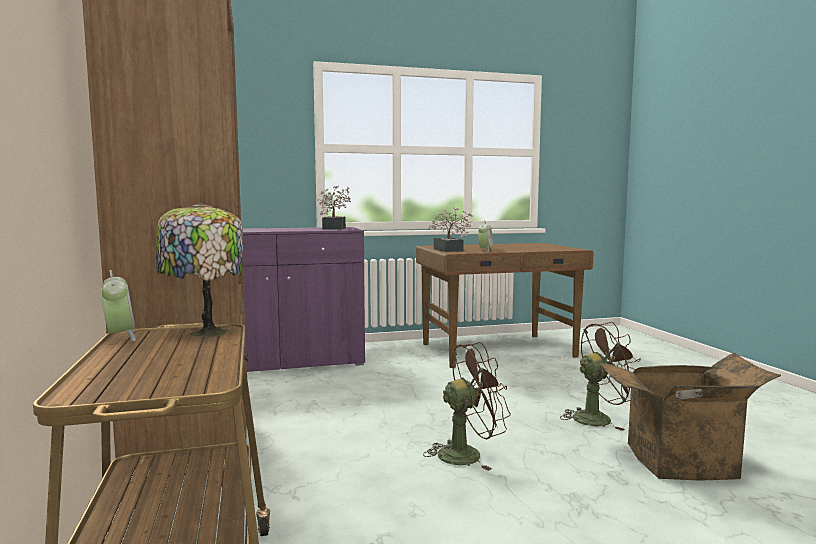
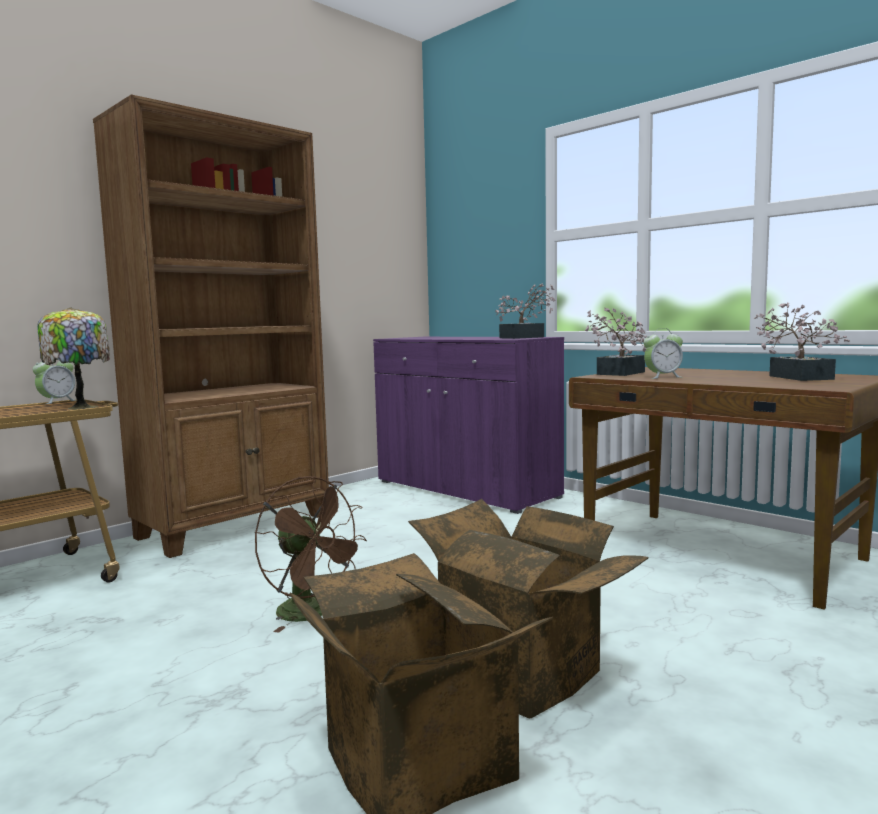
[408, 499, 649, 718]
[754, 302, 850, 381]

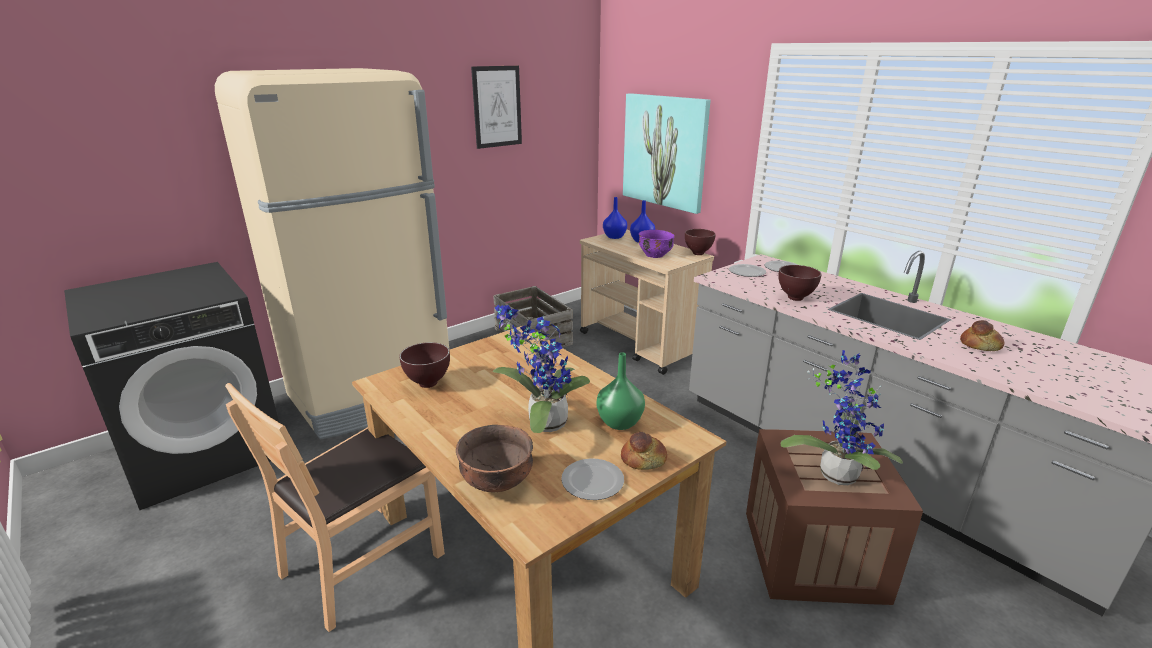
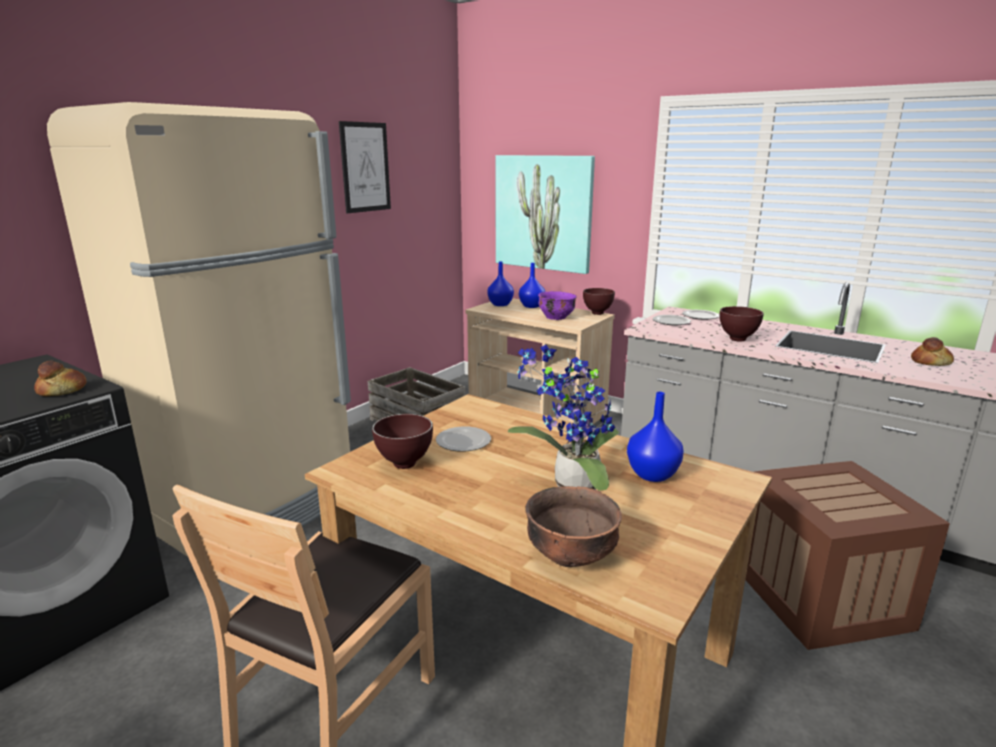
[34, 360, 87, 396]
[436, 426, 491, 452]
[627, 392, 684, 482]
[780, 350, 903, 485] (first image)

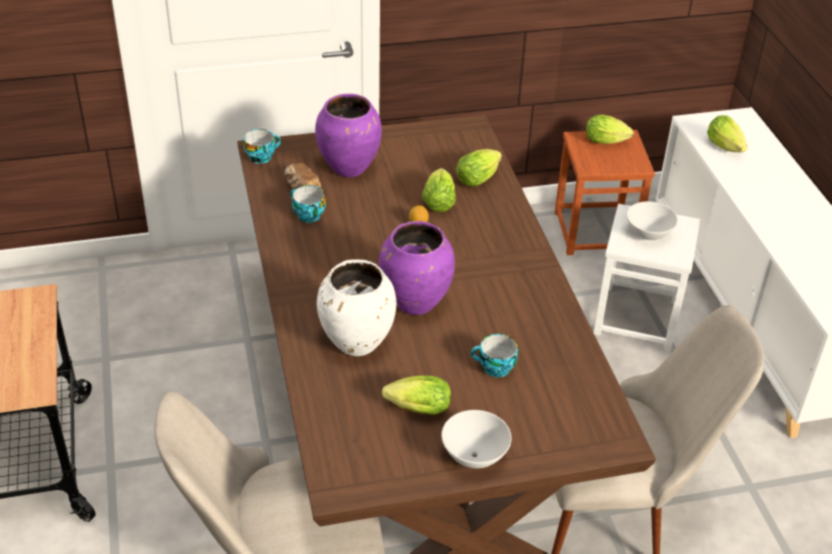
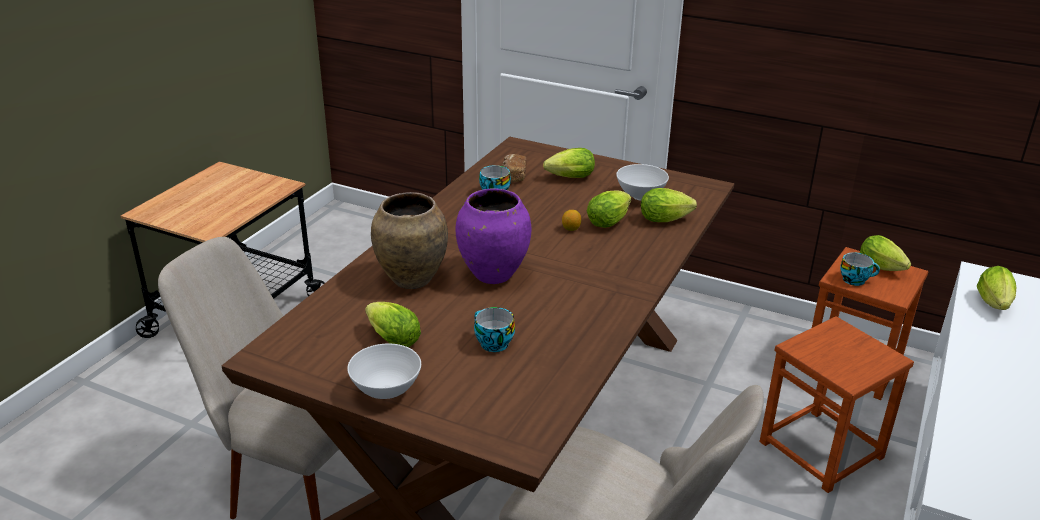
[371, 192, 448, 289]
[543, 148, 595, 178]
[616, 164, 669, 201]
[760, 316, 914, 493]
[840, 252, 880, 286]

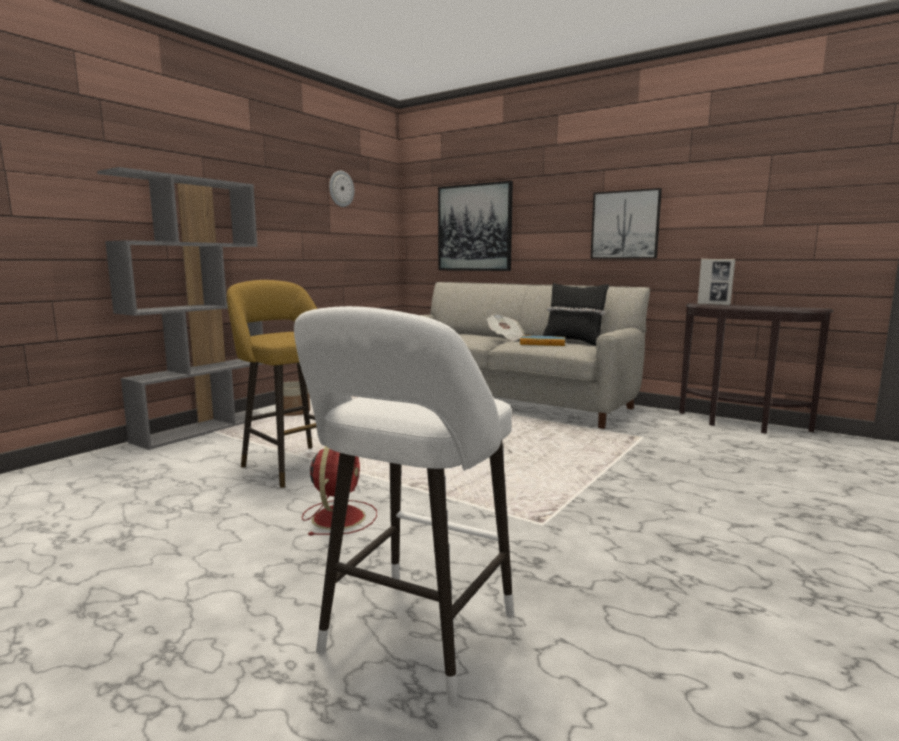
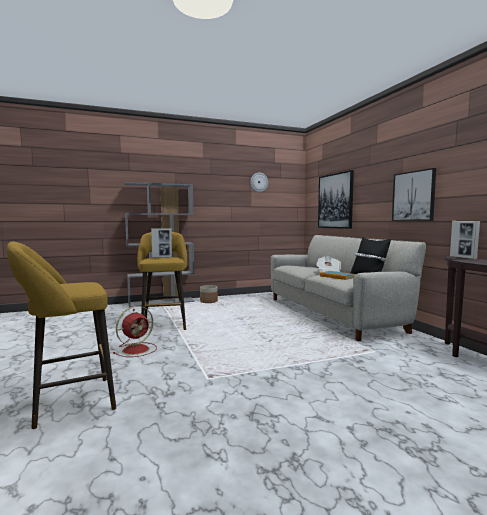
[7, 241, 116, 429]
[151, 228, 172, 258]

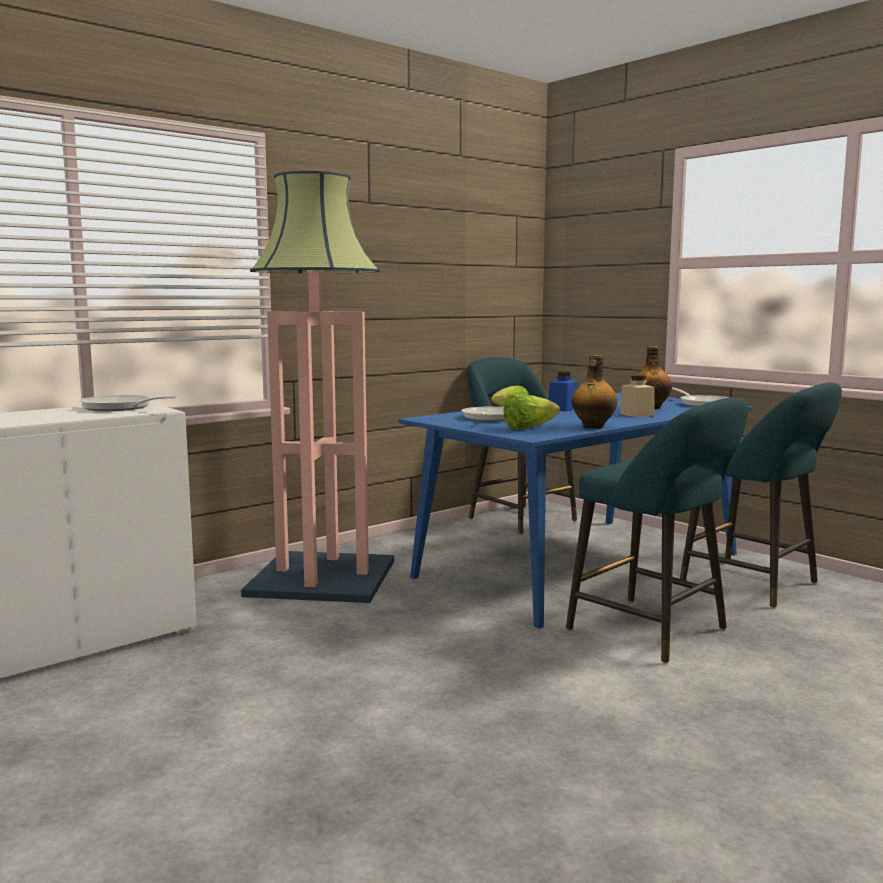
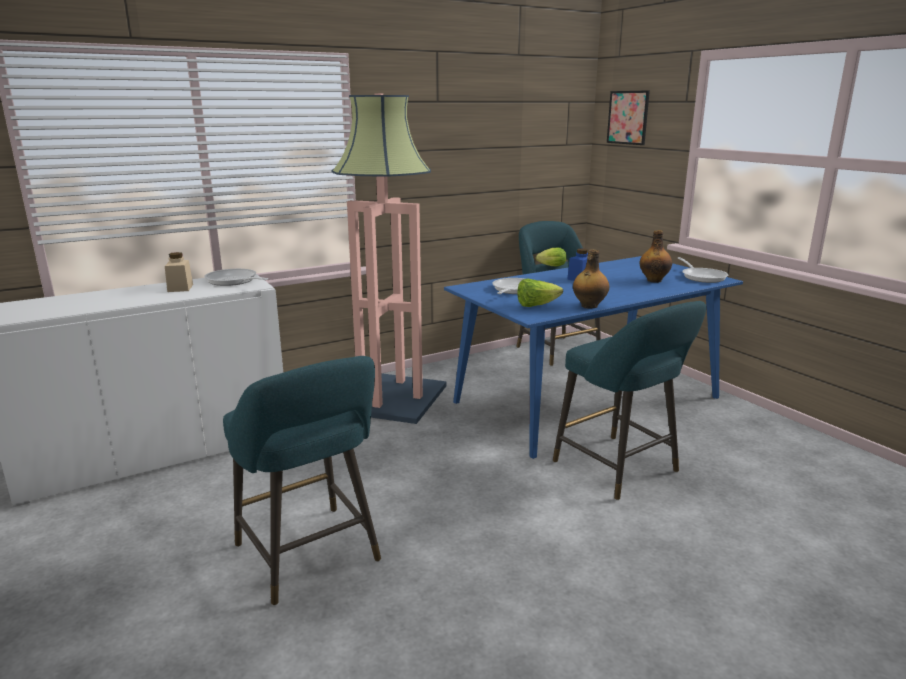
[165, 252, 193, 292]
[223, 356, 381, 606]
[607, 90, 650, 145]

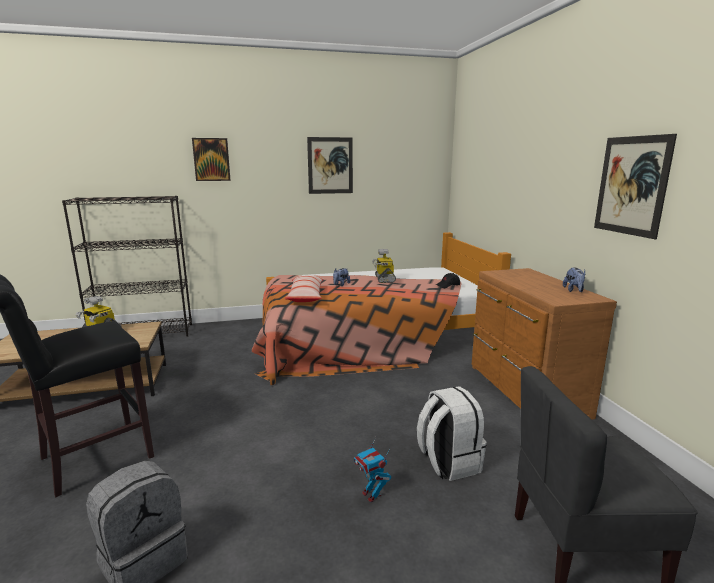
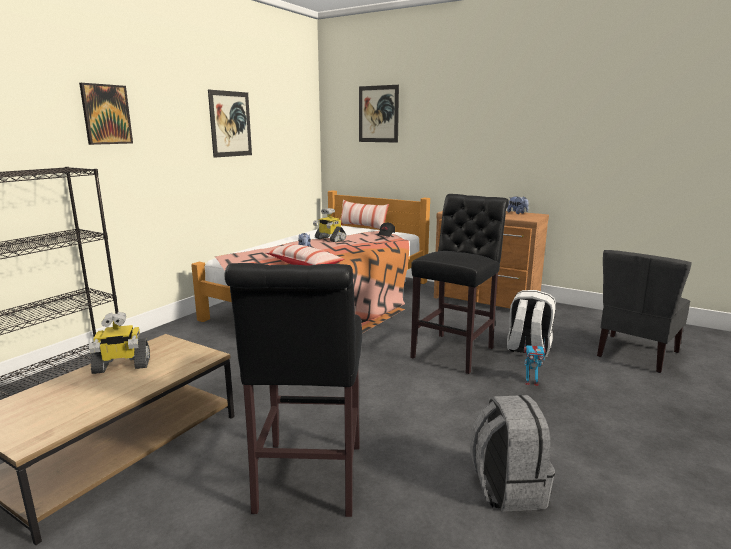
[340, 200, 389, 229]
[359, 85, 399, 143]
[410, 194, 509, 374]

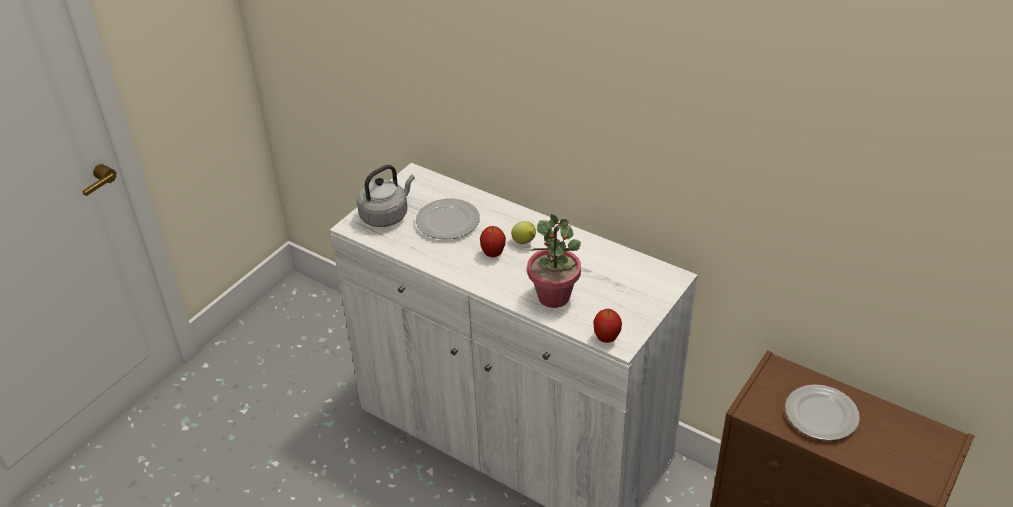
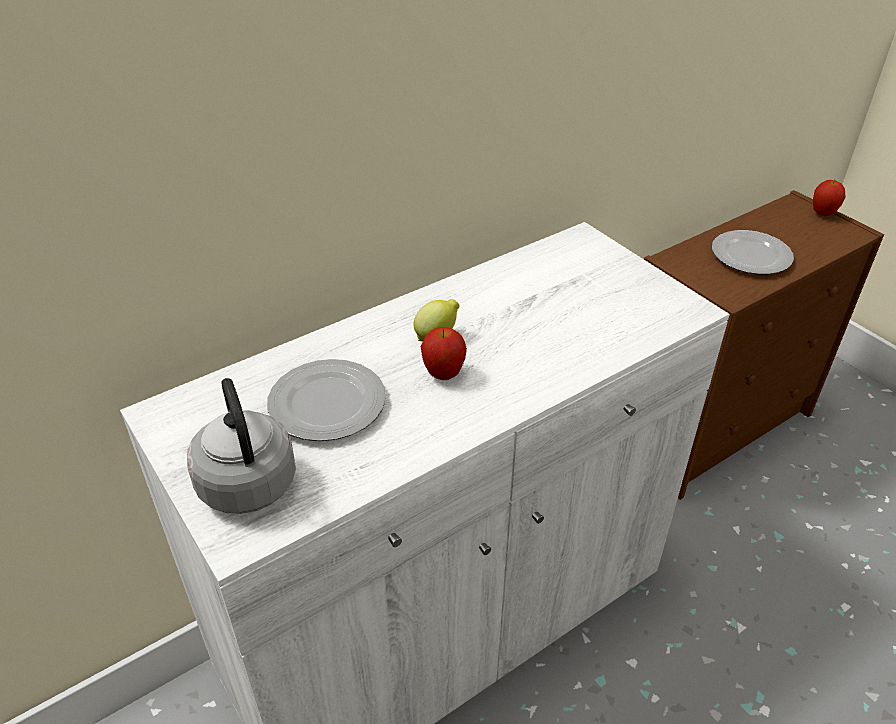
[813, 179, 846, 216]
[527, 214, 581, 308] (first image)

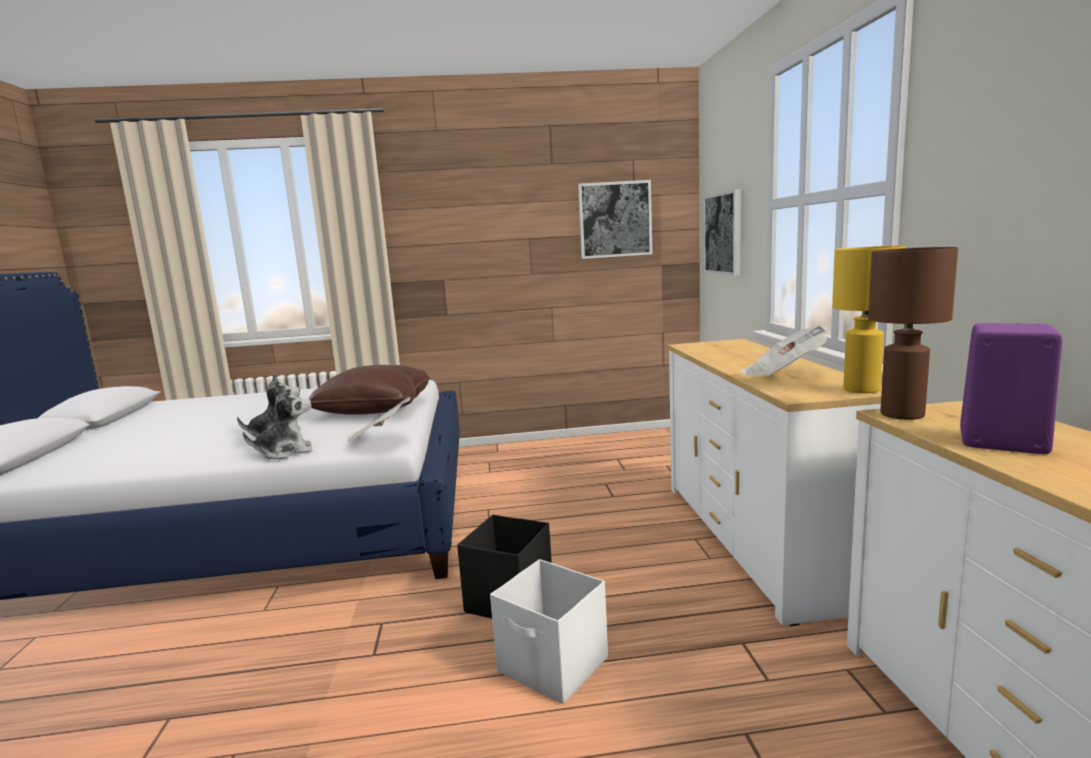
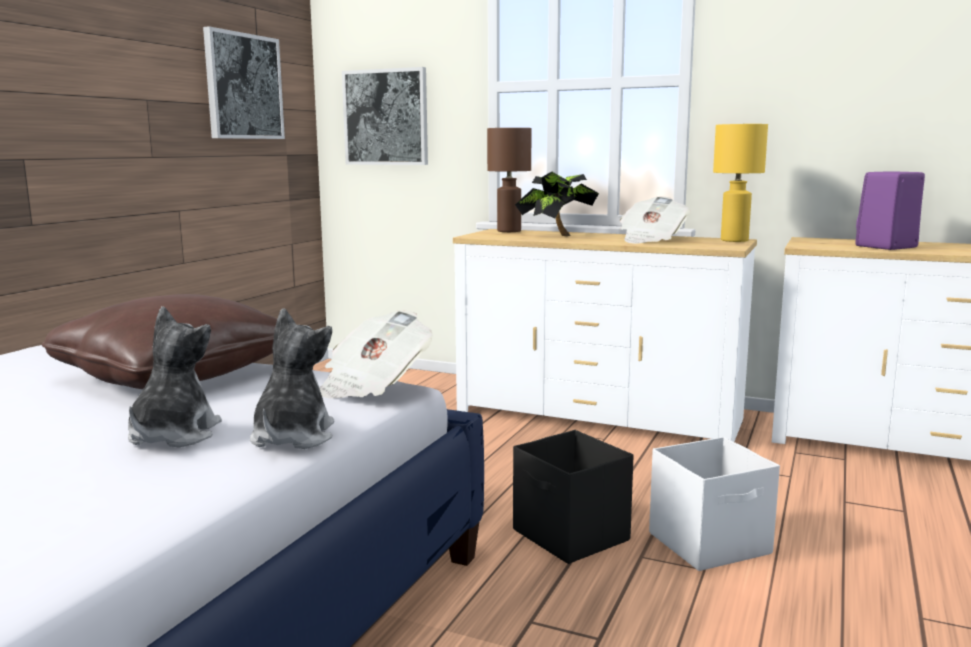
[487, 128, 532, 232]
[515, 172, 599, 236]

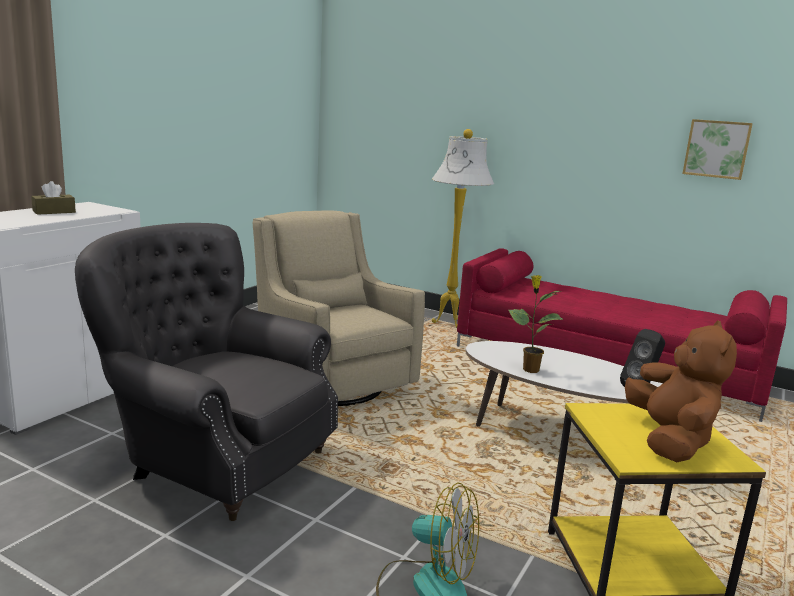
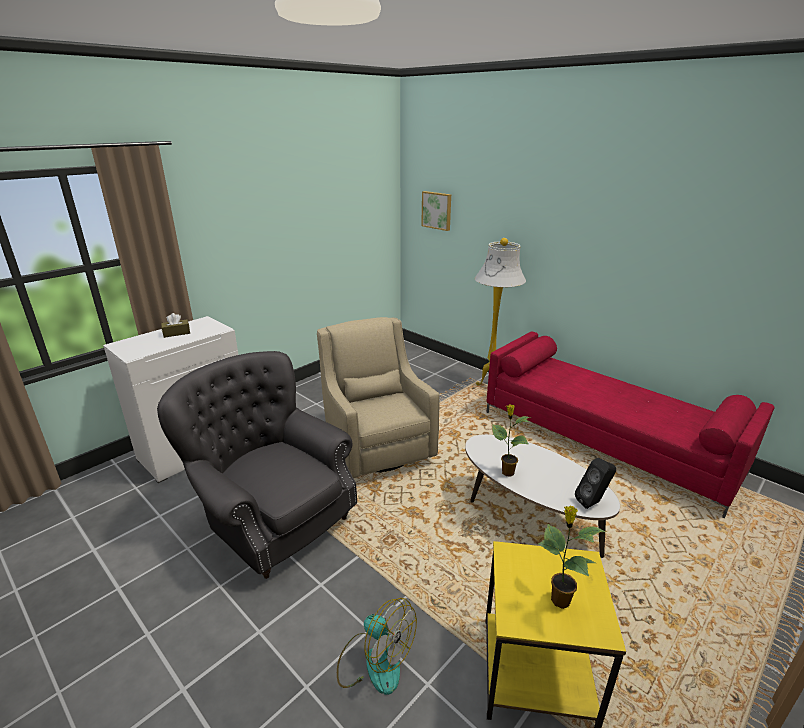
[421, 191, 451, 231]
[538, 506, 606, 609]

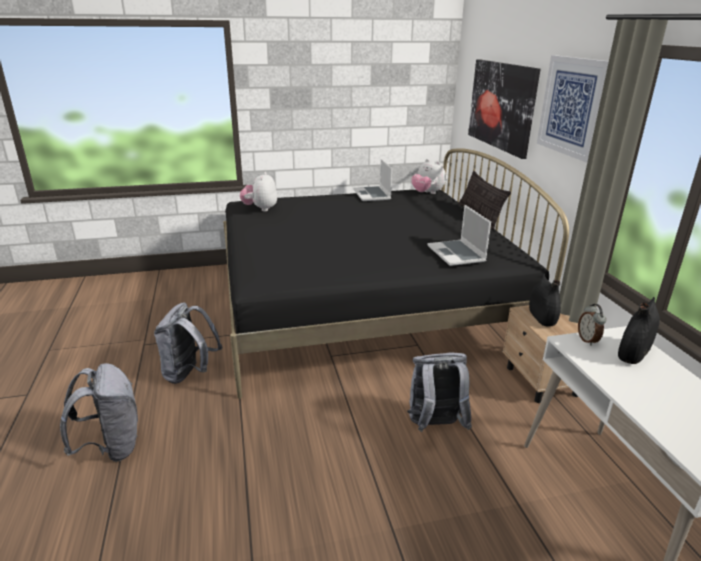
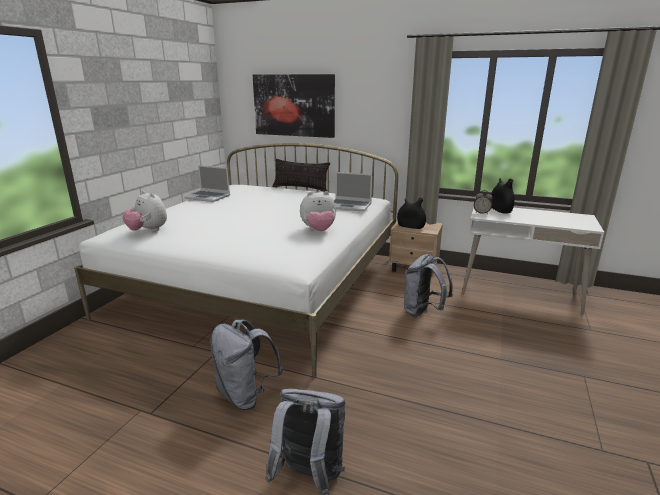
[74, 143, 398, 378]
[300, 191, 336, 231]
[537, 55, 609, 163] (first image)

